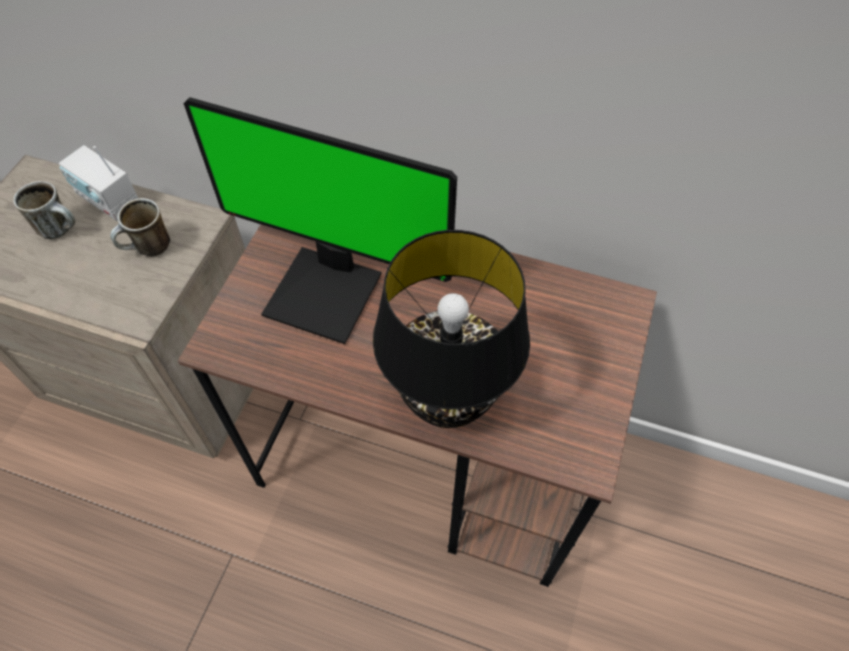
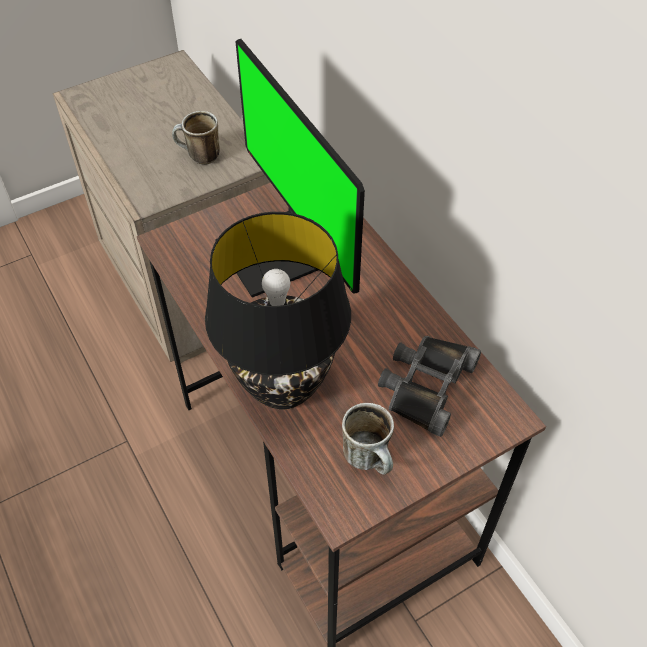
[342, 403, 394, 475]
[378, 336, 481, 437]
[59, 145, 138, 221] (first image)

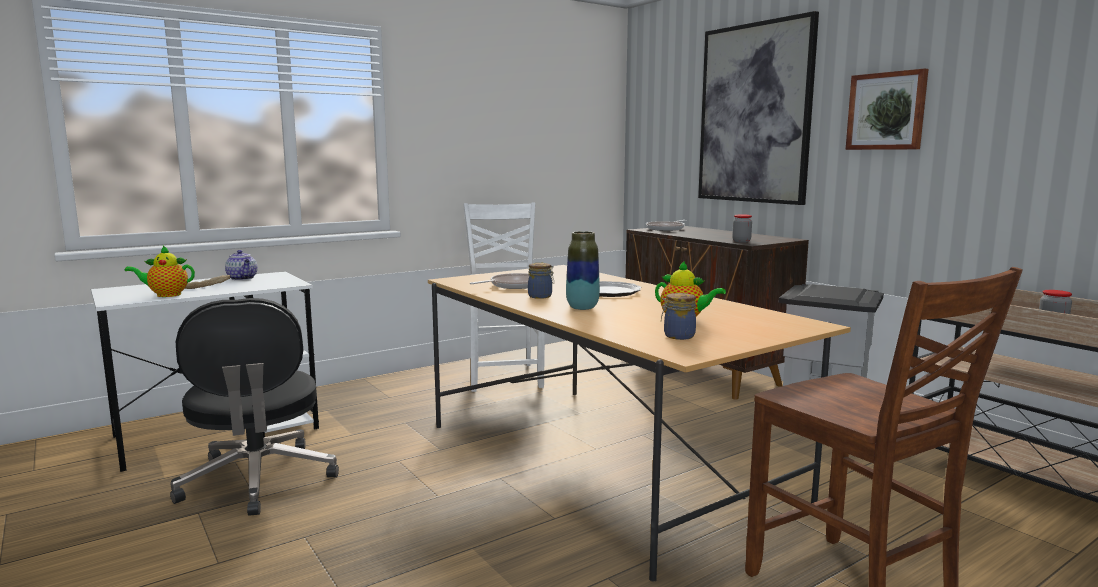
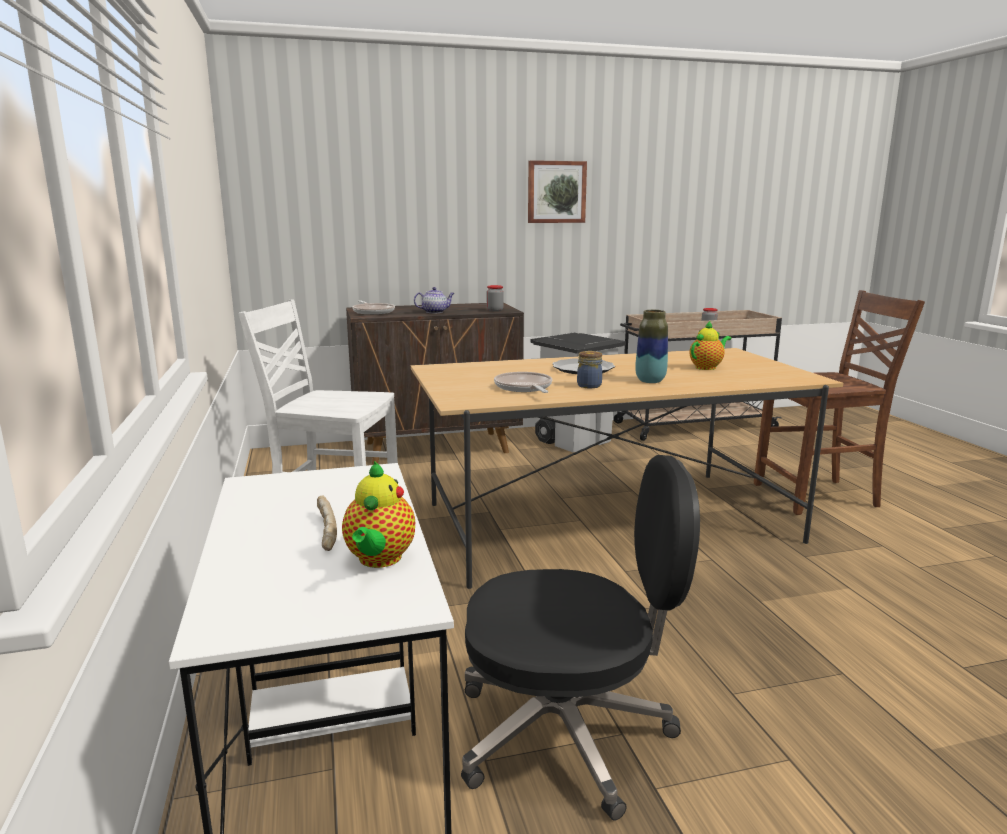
[414, 287, 455, 313]
[661, 293, 696, 340] (first image)
[698, 11, 819, 205] (first image)

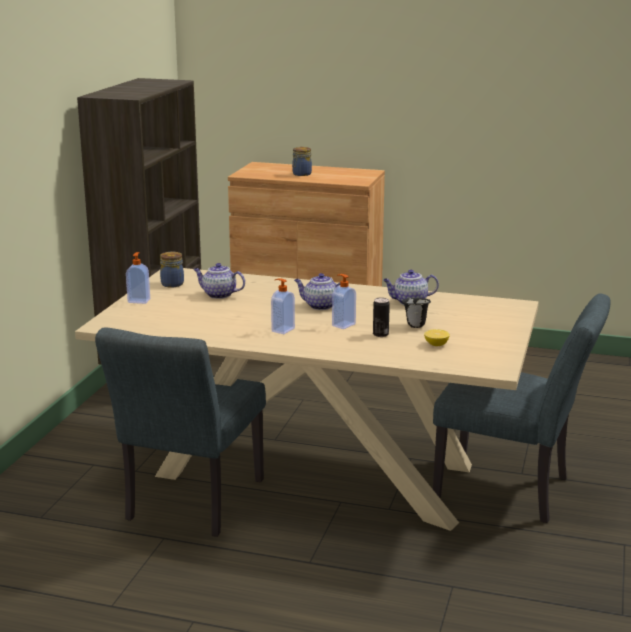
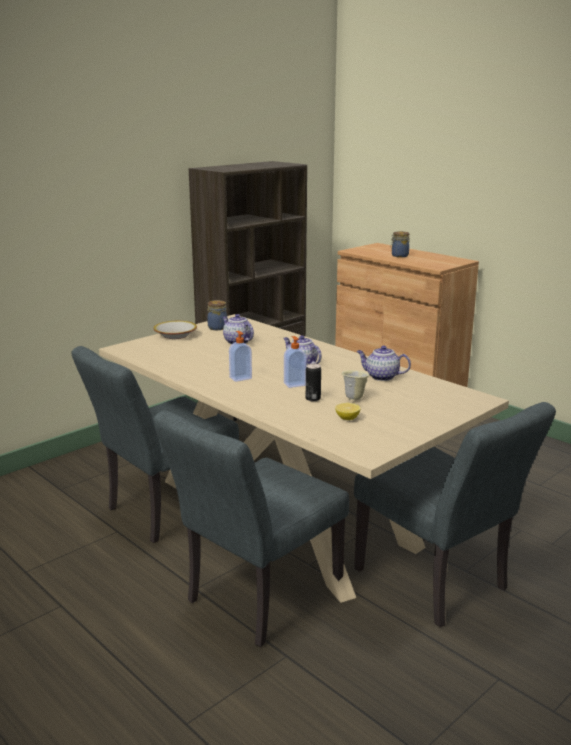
[153, 321, 197, 339]
[153, 410, 349, 647]
[341, 370, 370, 400]

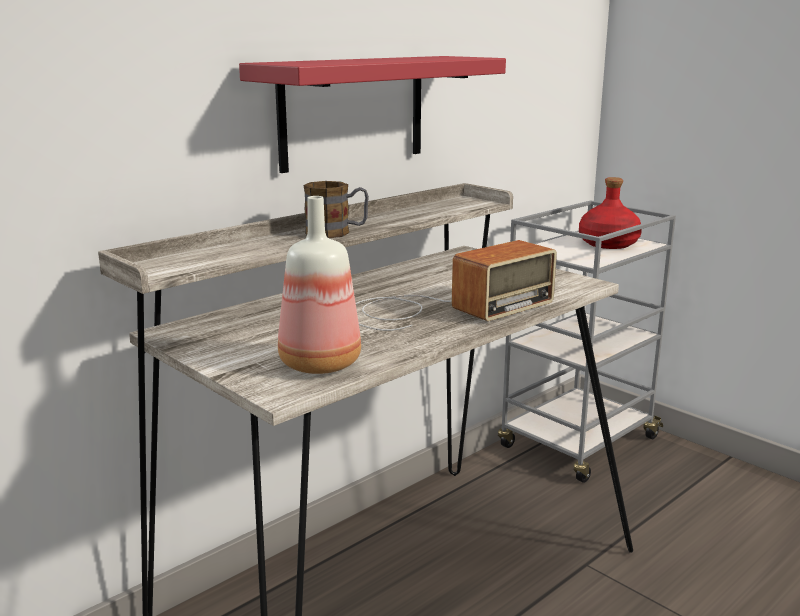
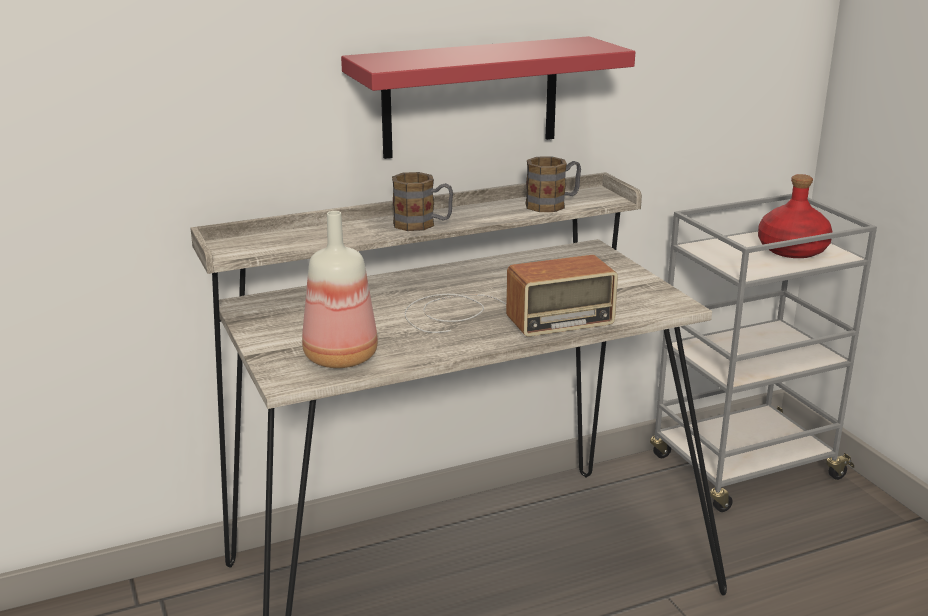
[526, 157, 581, 212]

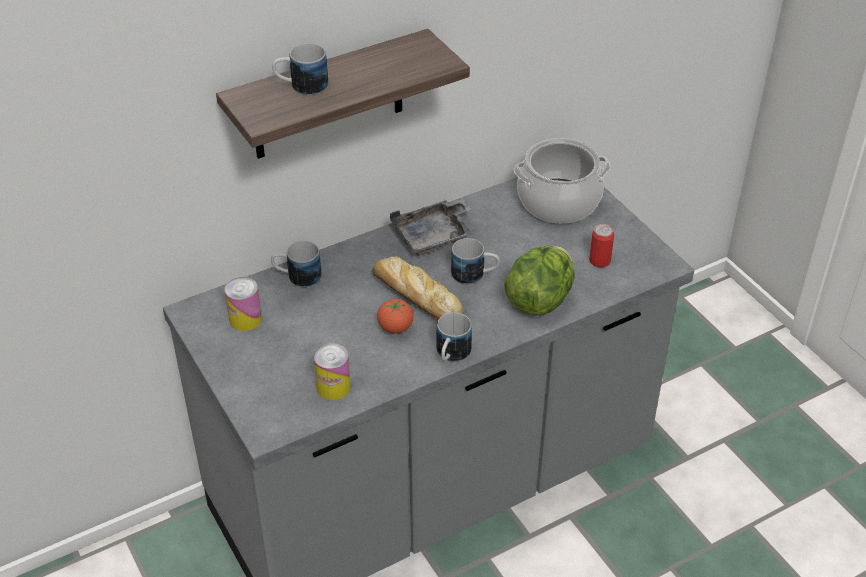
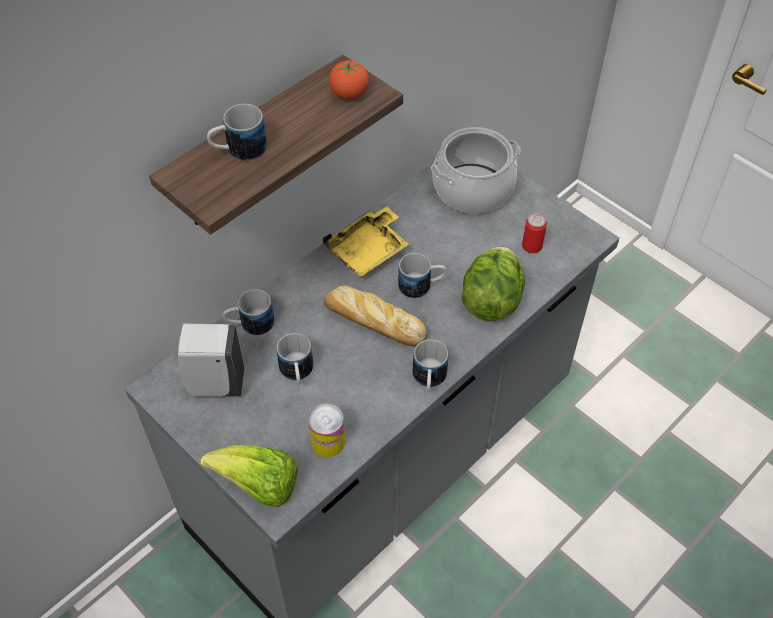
[178, 324, 244, 397]
[200, 445, 298, 507]
[277, 333, 313, 384]
[323, 206, 409, 277]
[329, 59, 369, 99]

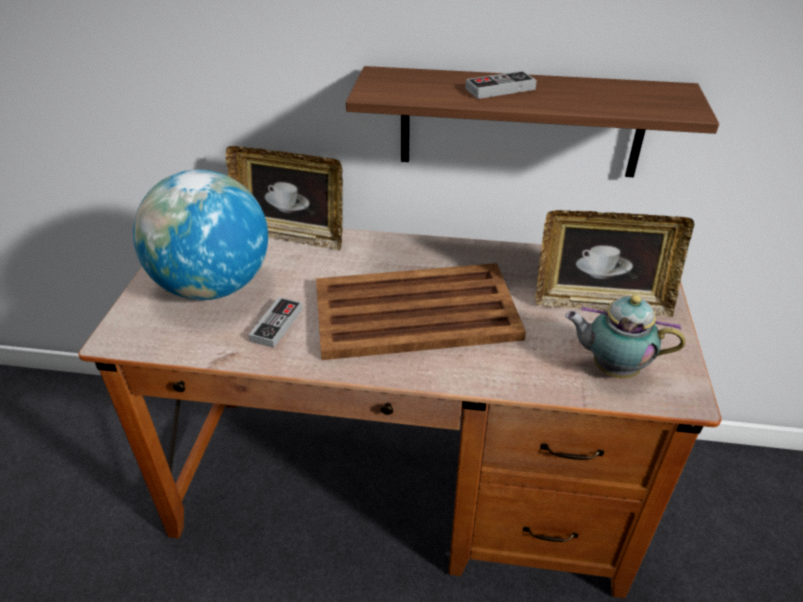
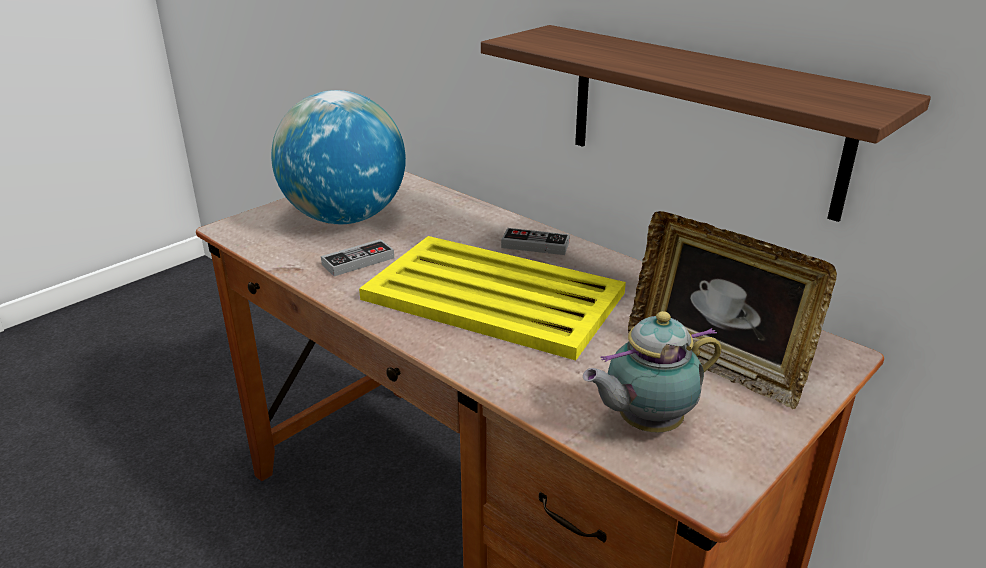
[359, 236, 626, 361]
[501, 228, 570, 255]
[583, 311, 722, 433]
[225, 146, 343, 250] (first image)

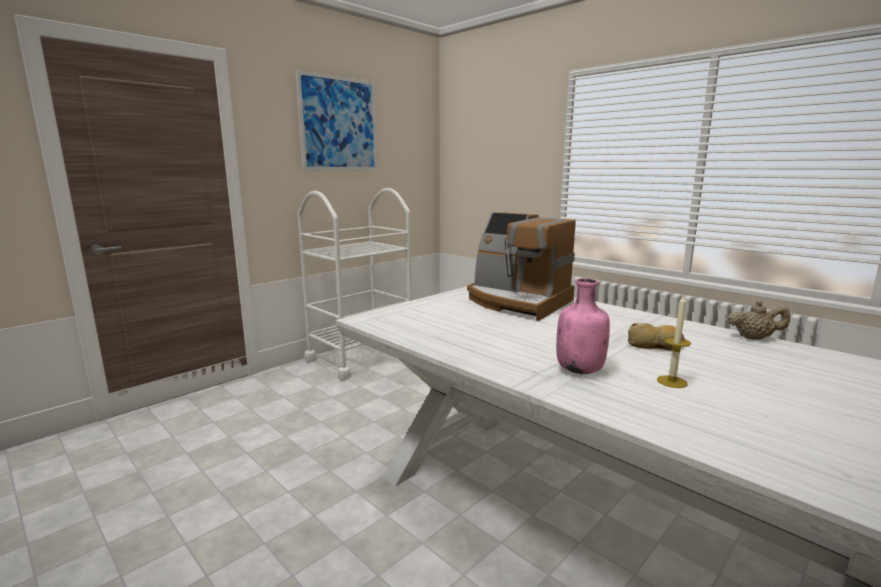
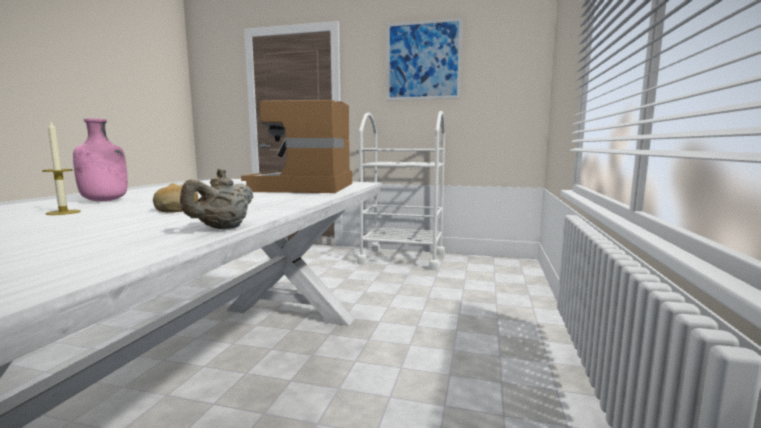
[180, 169, 253, 229]

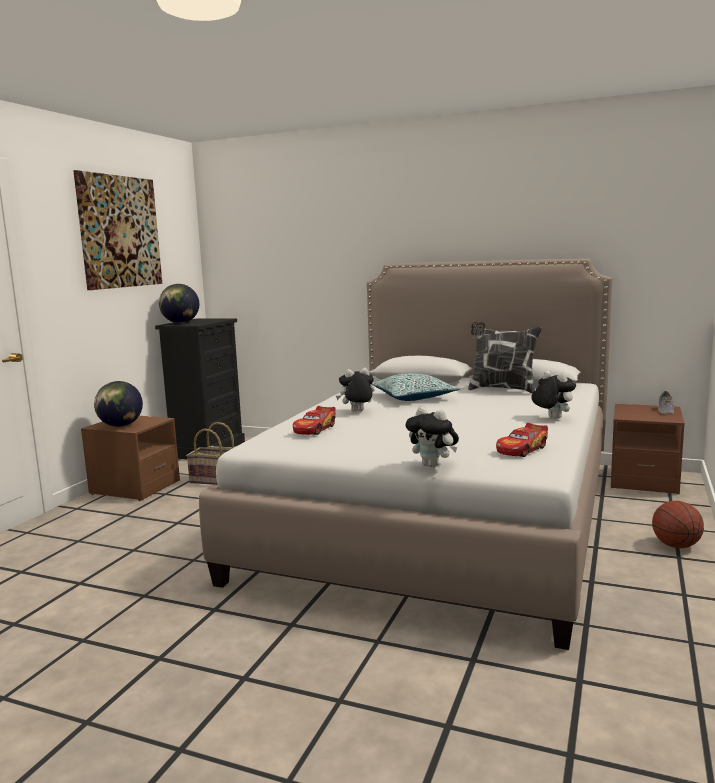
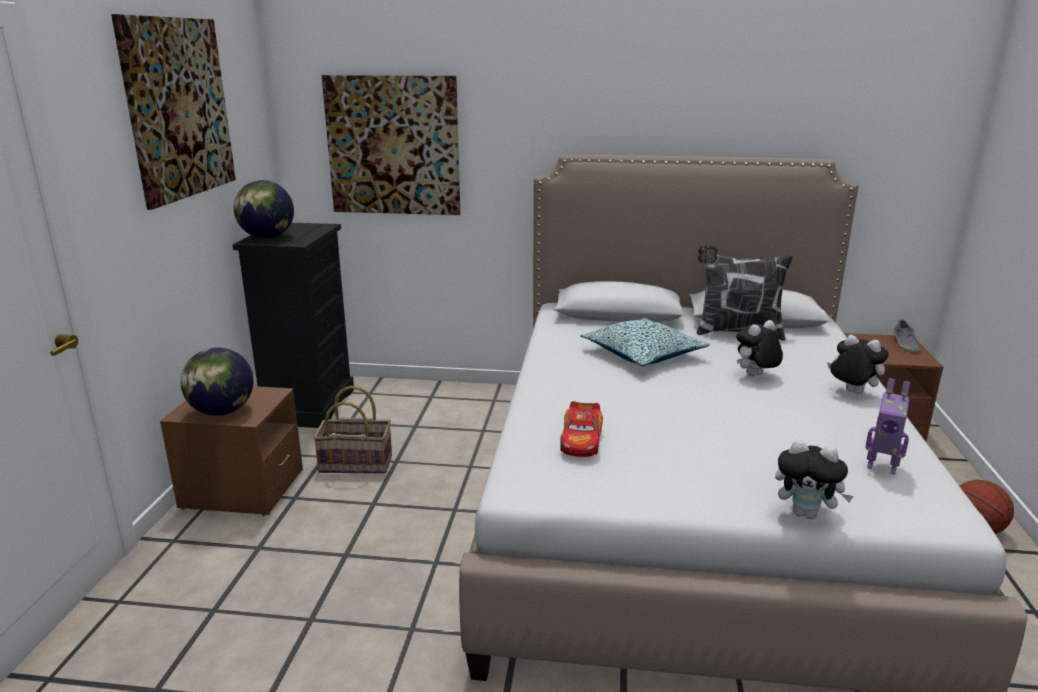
[322, 75, 460, 215]
[736, 320, 783, 376]
[866, 379, 910, 475]

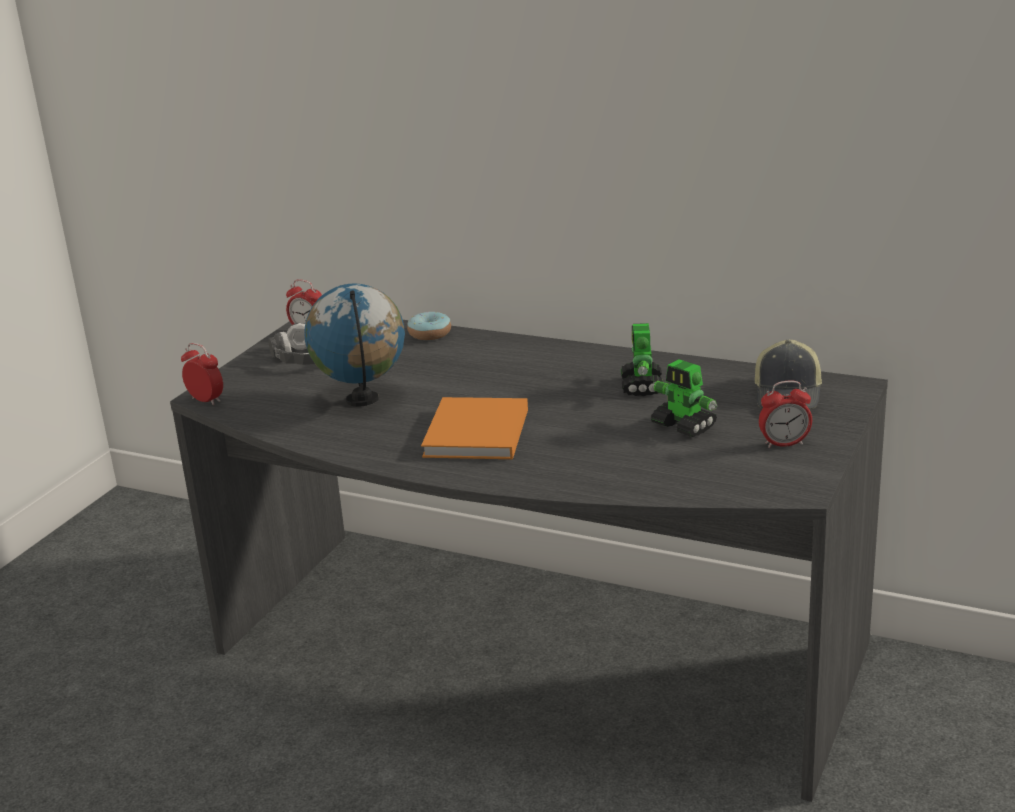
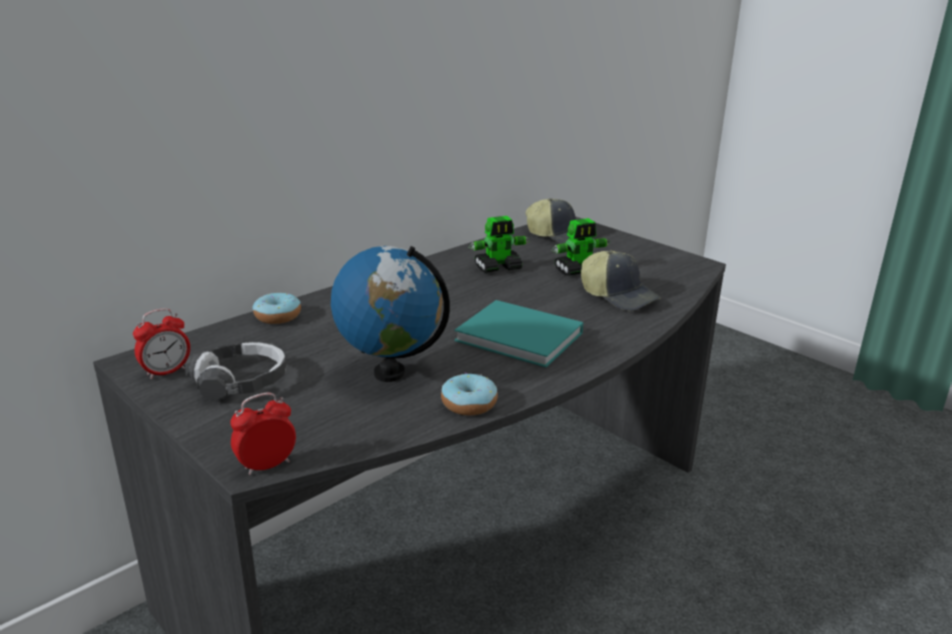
[441, 373, 498, 415]
[454, 300, 583, 367]
[469, 216, 530, 273]
[581, 251, 661, 311]
[759, 381, 812, 448] (first image)

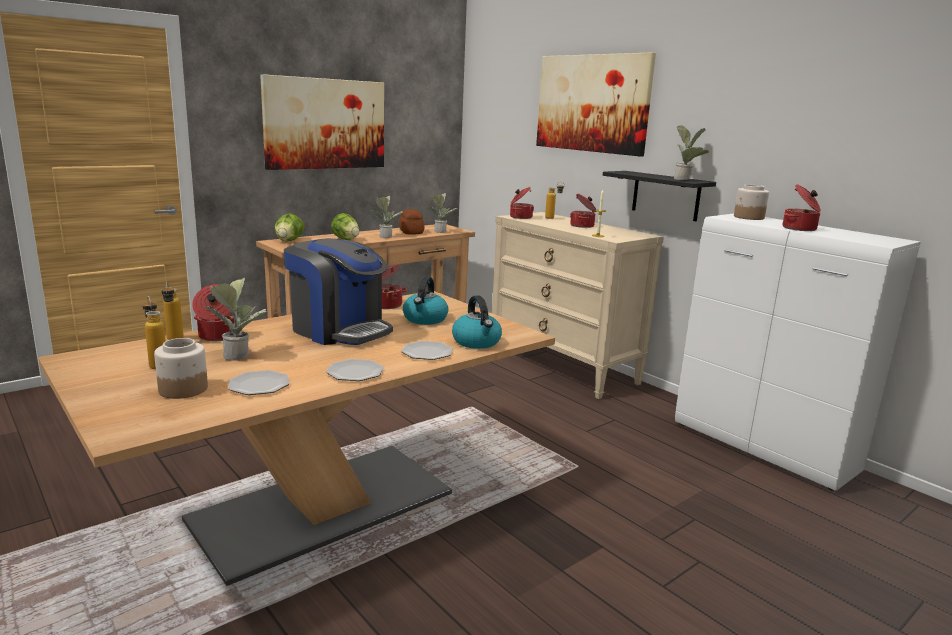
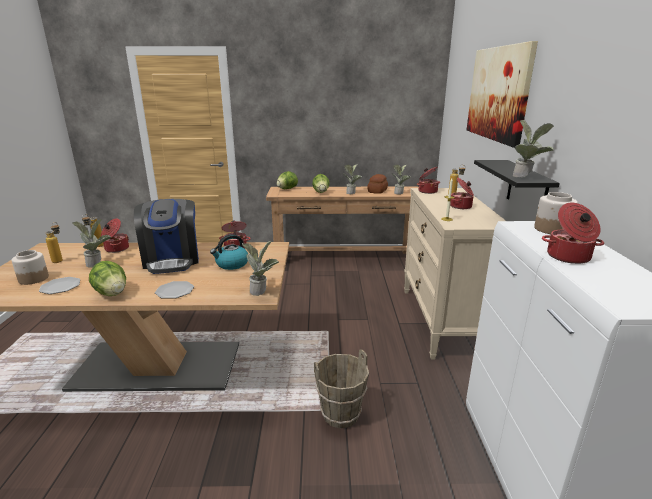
[89, 261, 126, 296]
[241, 241, 279, 296]
[314, 349, 369, 428]
[260, 74, 384, 170] (first image)
[452, 295, 502, 349] (first image)

